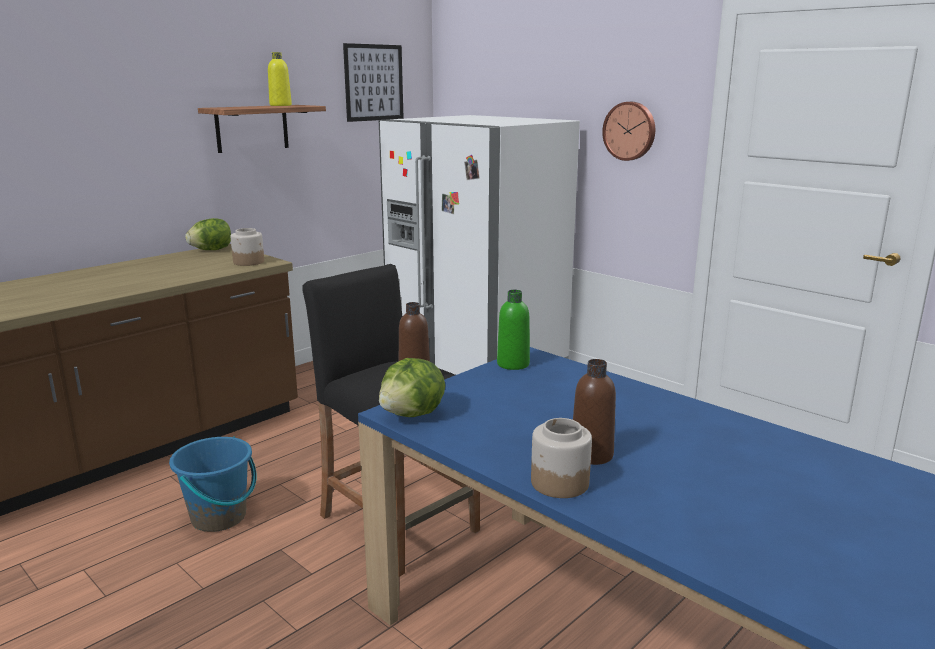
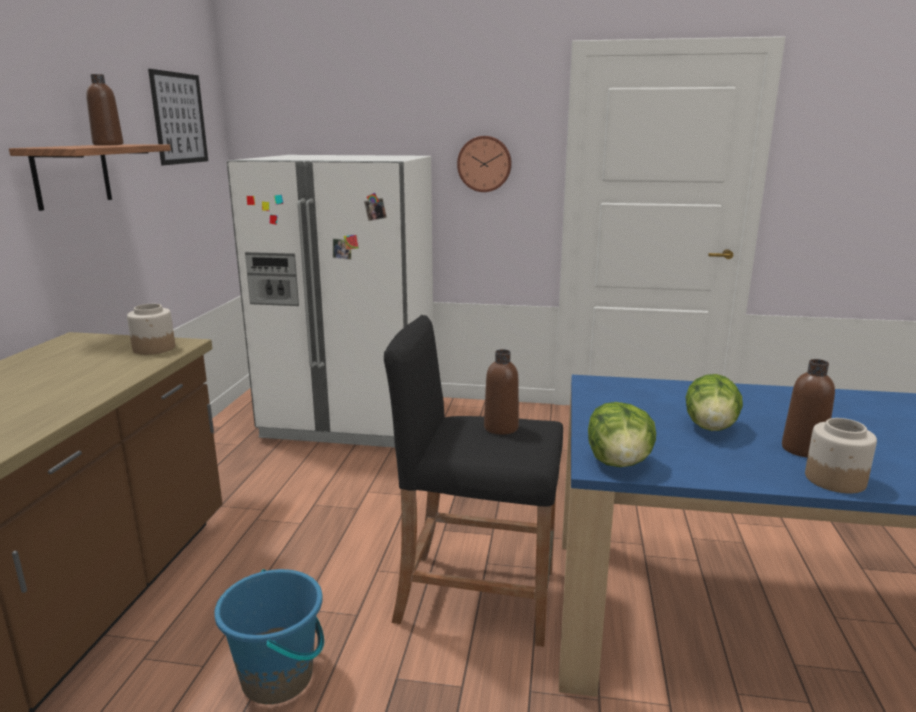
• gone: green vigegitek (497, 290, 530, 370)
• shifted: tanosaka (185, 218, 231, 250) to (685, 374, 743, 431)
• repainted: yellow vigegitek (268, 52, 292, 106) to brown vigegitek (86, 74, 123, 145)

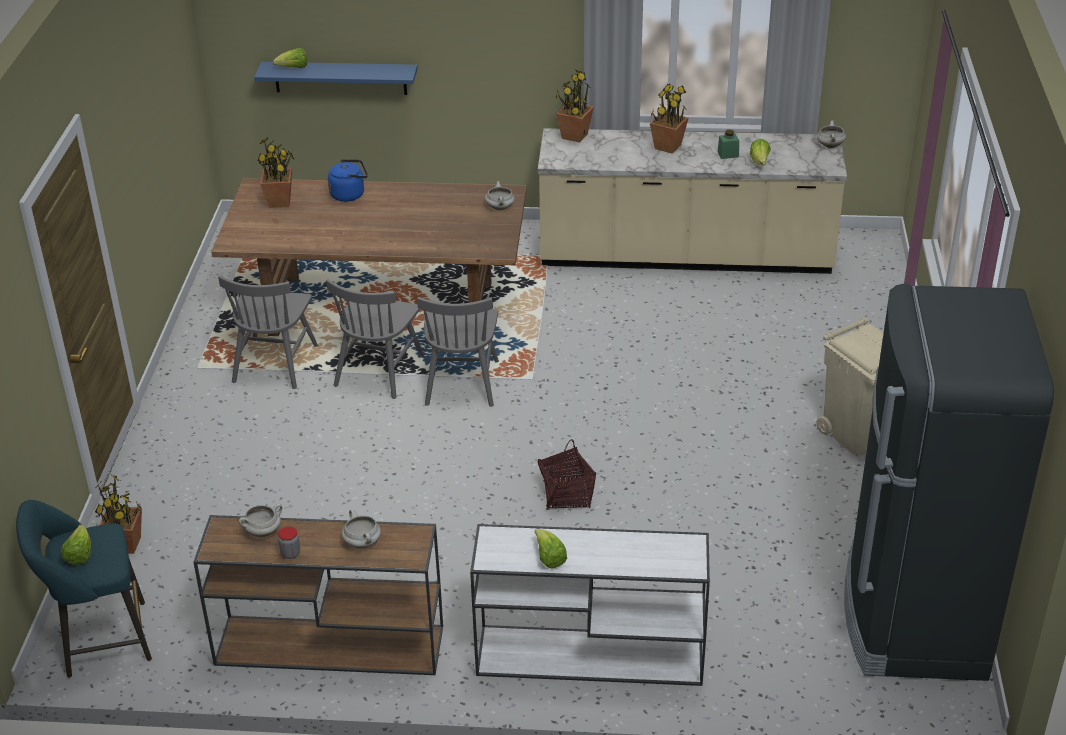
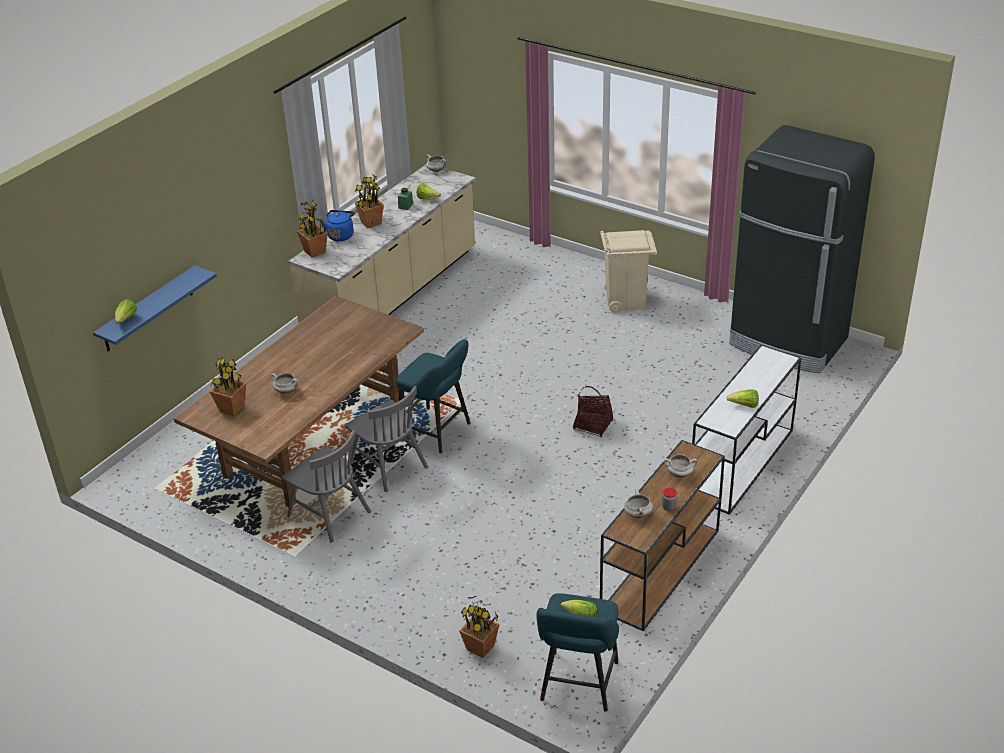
• shifted: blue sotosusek (328, 159, 368, 202) to (321, 210, 355, 241)
• shifted: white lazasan (485, 181, 515, 210) to (271, 373, 298, 394)
• swapped: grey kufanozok (417, 297, 499, 407) to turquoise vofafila (396, 339, 470, 454)

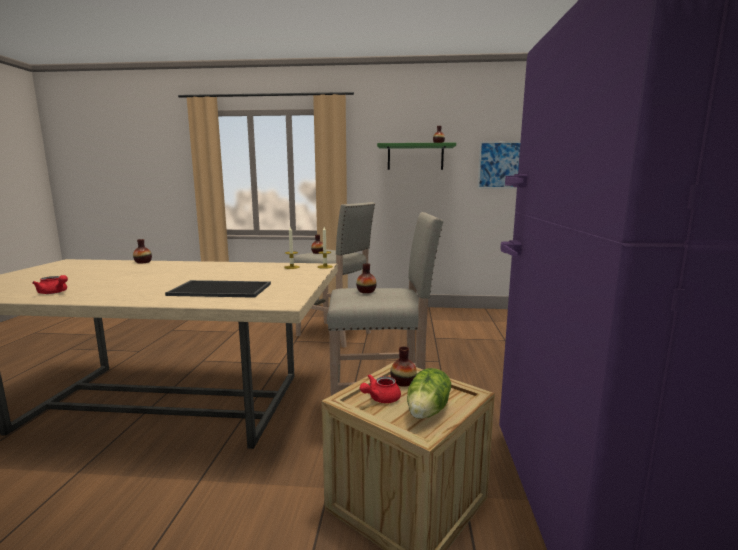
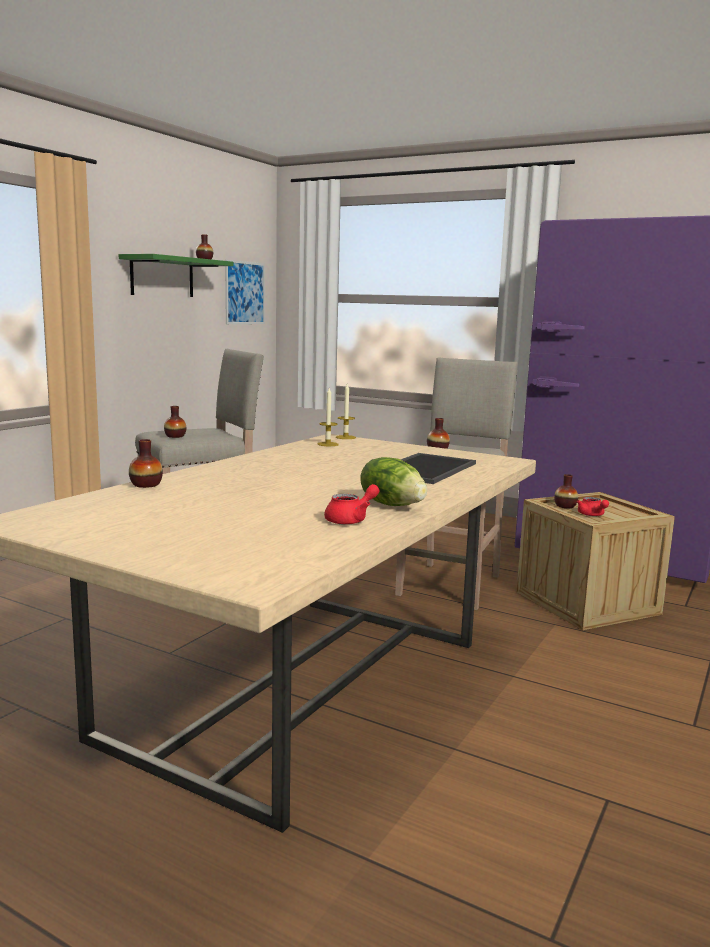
• shifted: tanosaka (407, 368, 451, 419) to (360, 457, 427, 506)

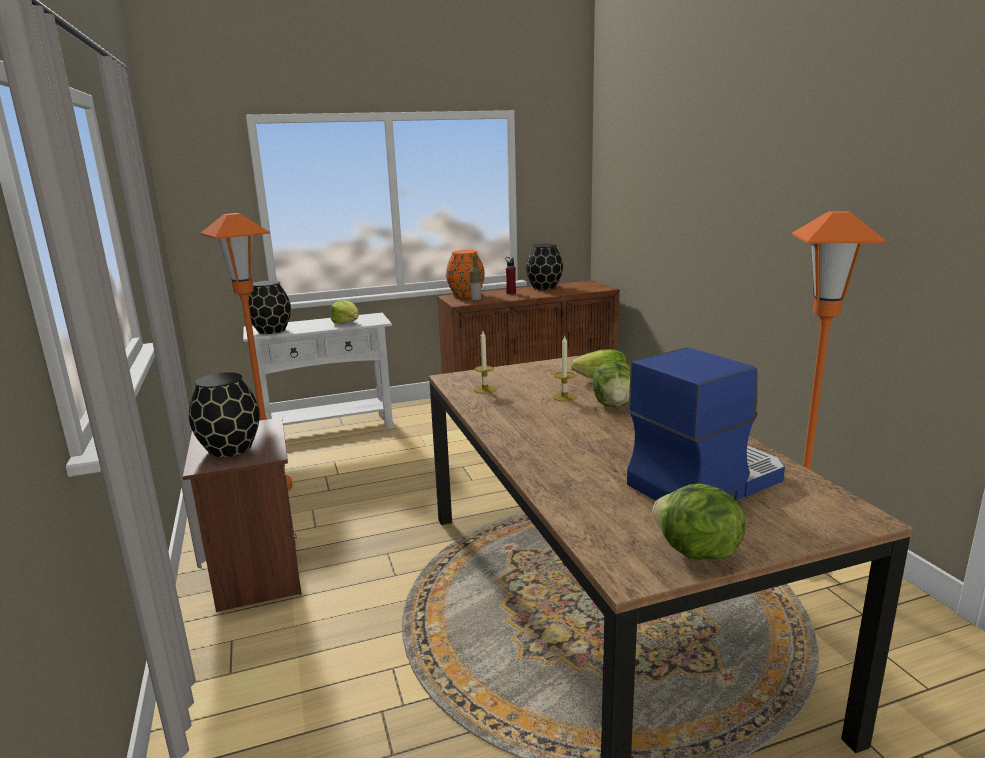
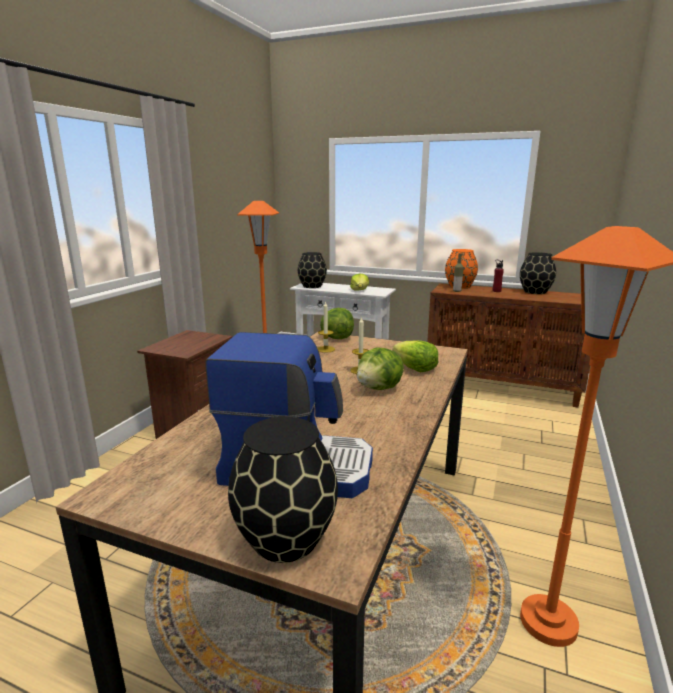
• shifted: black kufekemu (189, 372, 260, 457) to (228, 417, 338, 563)
• shifted: tanosaka (652, 484, 745, 560) to (320, 308, 354, 339)

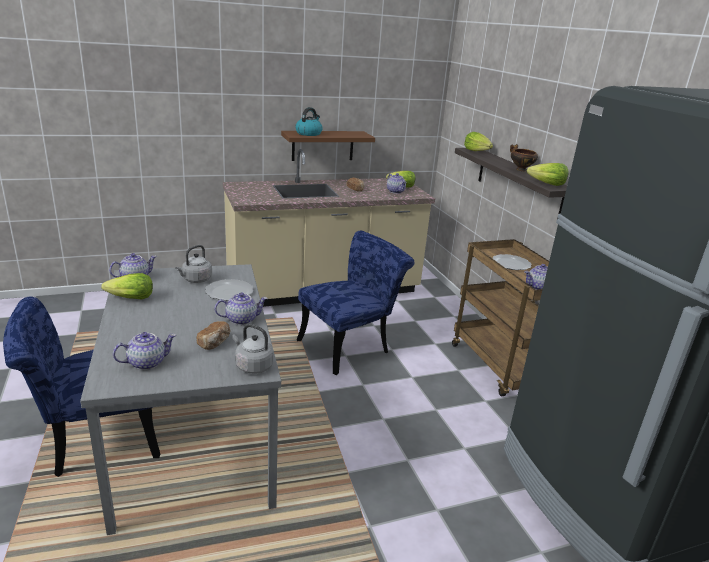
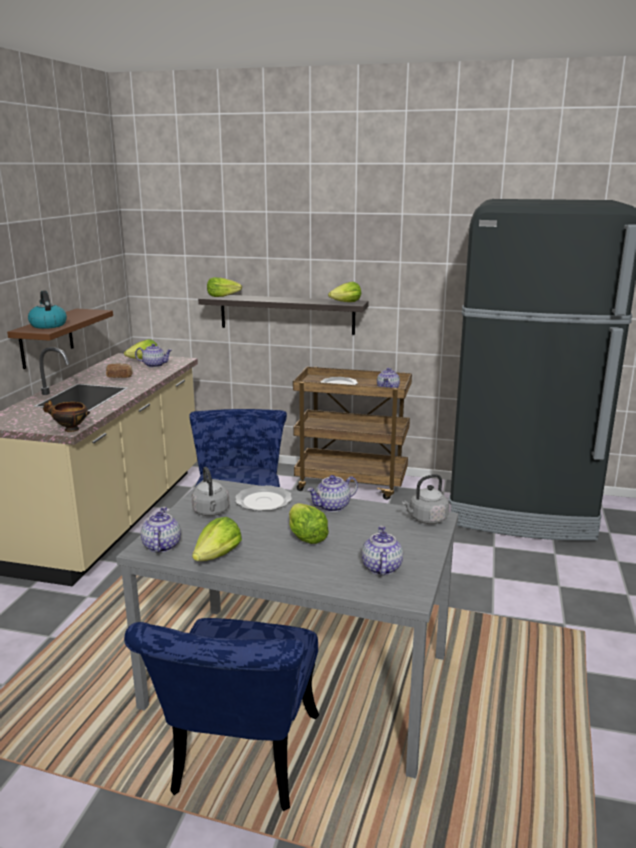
• gone: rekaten (196, 321, 230, 350)
• new: tanosaka (289, 503, 329, 544)
• shifted: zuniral (510, 144, 538, 171) to (43, 400, 90, 432)
• rotated: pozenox (215, 292, 268, 325) = (307, 475, 358, 512) 135 degrees counterclockwise

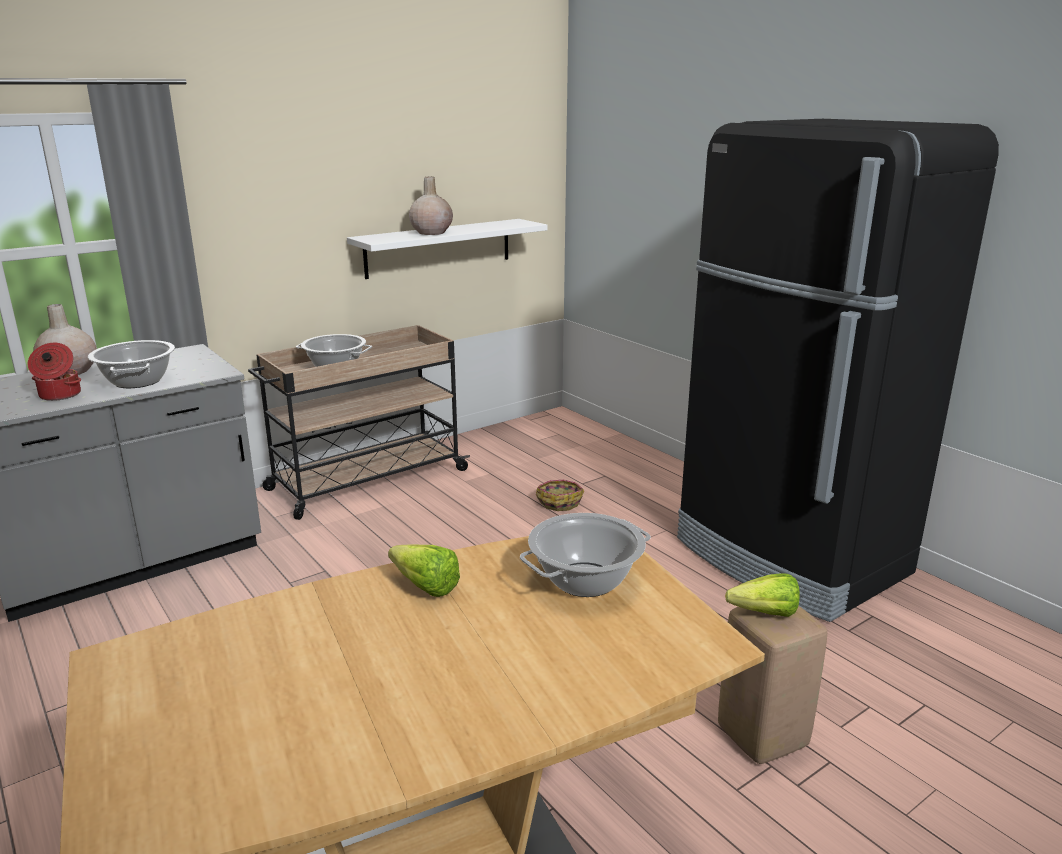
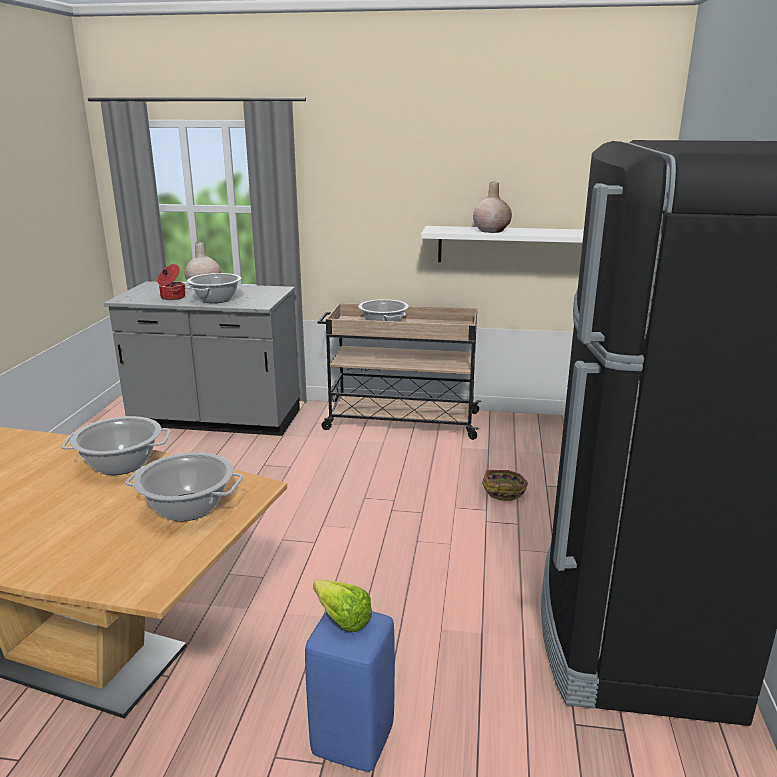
• swapped: tanosaka (388, 545, 460, 597) to lazasan (61, 416, 171, 475)
• repainted: beige vofafila (718, 606, 827, 764) to blue vofafila (305, 611, 395, 772)

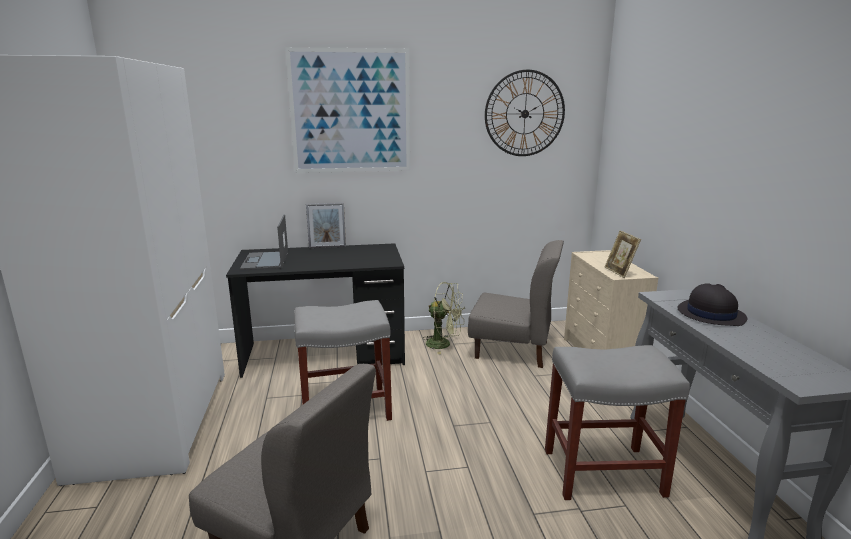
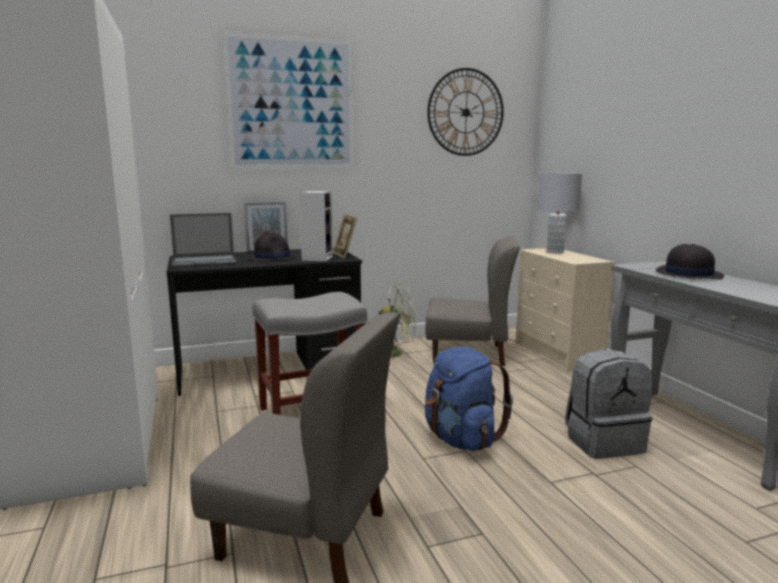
• new: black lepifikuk (247, 233, 297, 262)
• new: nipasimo (299, 191, 333, 261)
• new: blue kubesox (425, 346, 513, 451)
• new: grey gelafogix (537, 173, 582, 253)
• shifted: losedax (605, 230, 641, 278) to (333, 214, 357, 258)
• swapped: grey vofafila (545, 345, 690, 500) to grey kubesox (565, 349, 653, 459)
• rotated: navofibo (240, 215, 288, 270) = (170, 213, 236, 268) 90 degrees counterclockwise

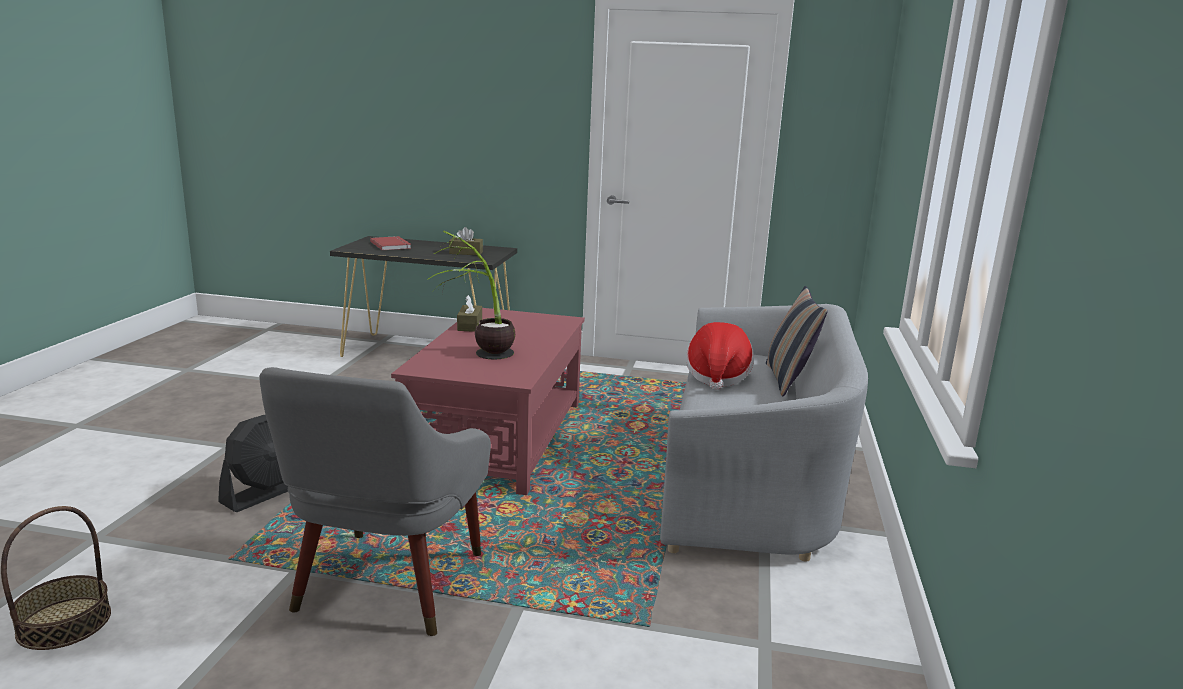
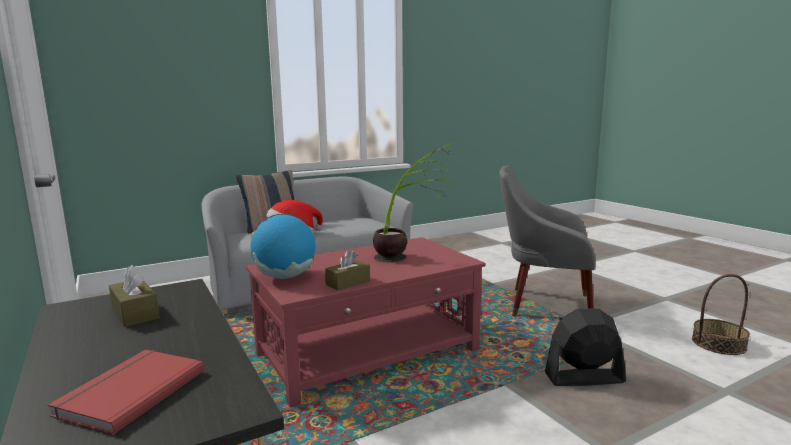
• new: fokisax (250, 214, 315, 279)
• rotated: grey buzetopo (259, 367, 491, 636) = (499, 166, 596, 317) 135 degrees counterclockwise

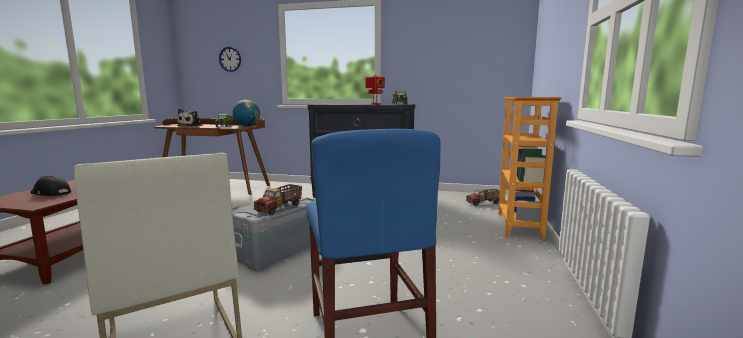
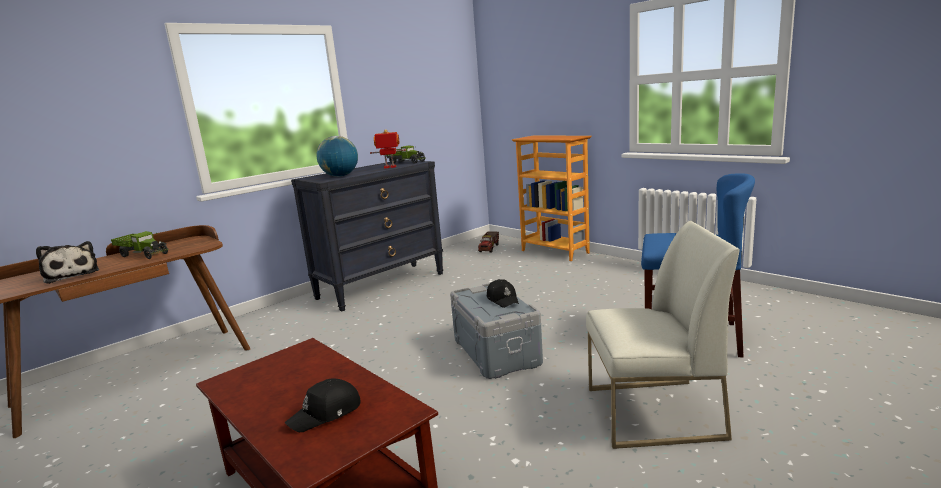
• gone: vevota (219, 47, 241, 72)
• shifted: fokisax (233, 100, 260, 126) to (316, 136, 358, 177)
• swapped: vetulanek (254, 184, 302, 215) to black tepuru (487, 279, 519, 308)

